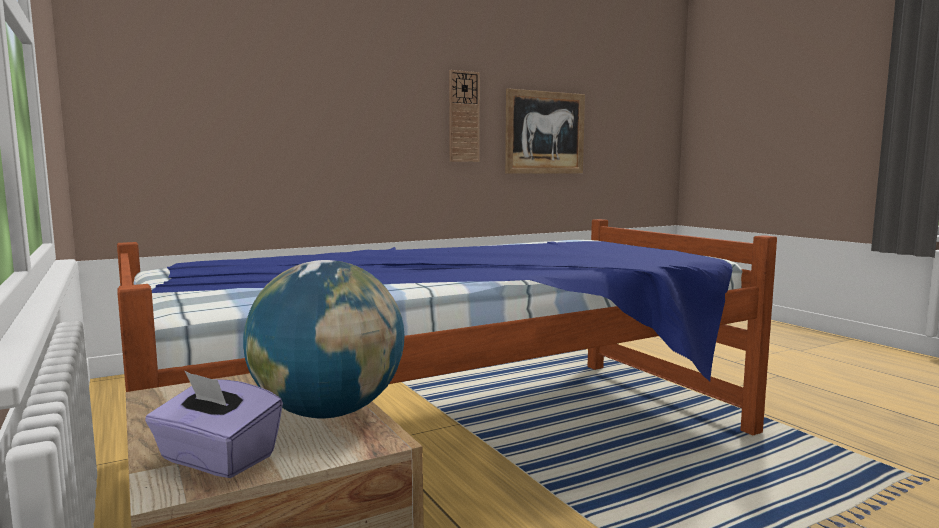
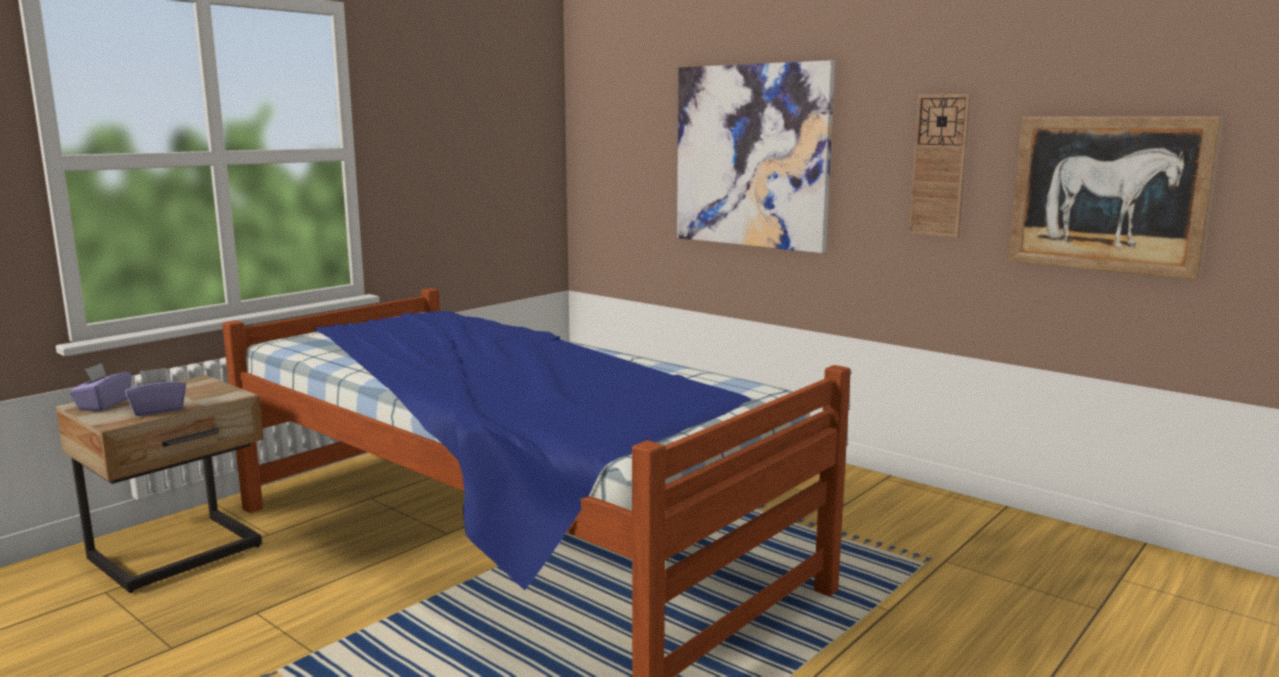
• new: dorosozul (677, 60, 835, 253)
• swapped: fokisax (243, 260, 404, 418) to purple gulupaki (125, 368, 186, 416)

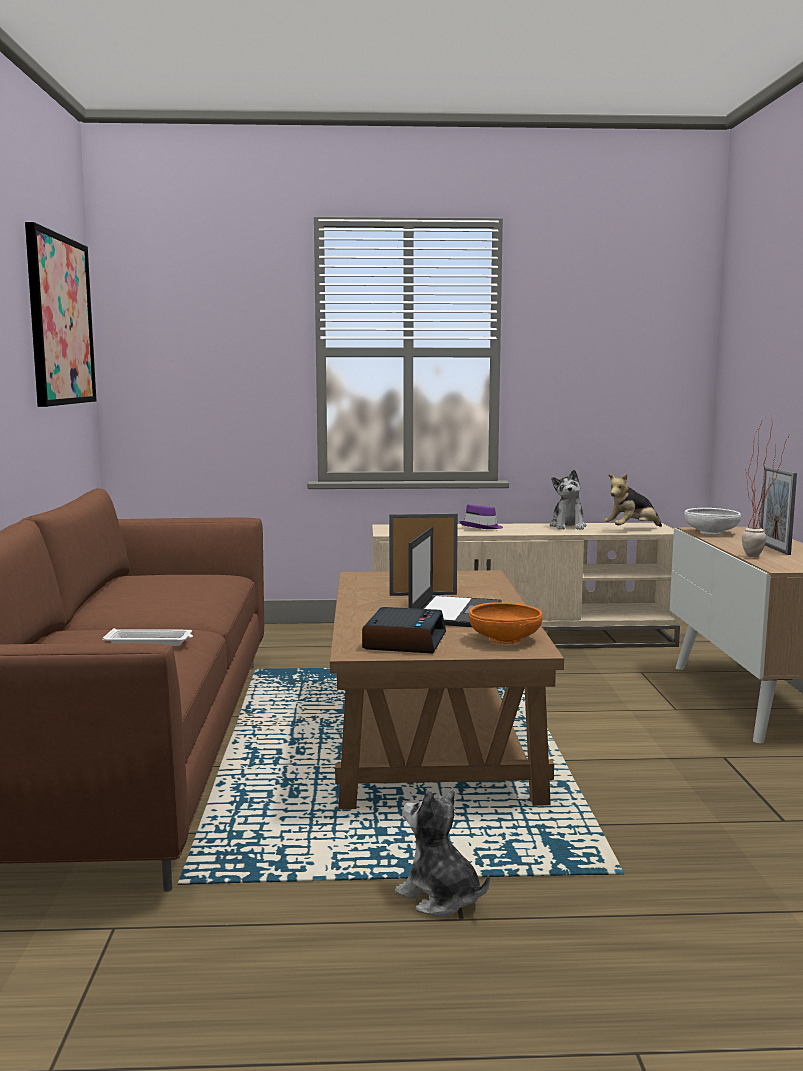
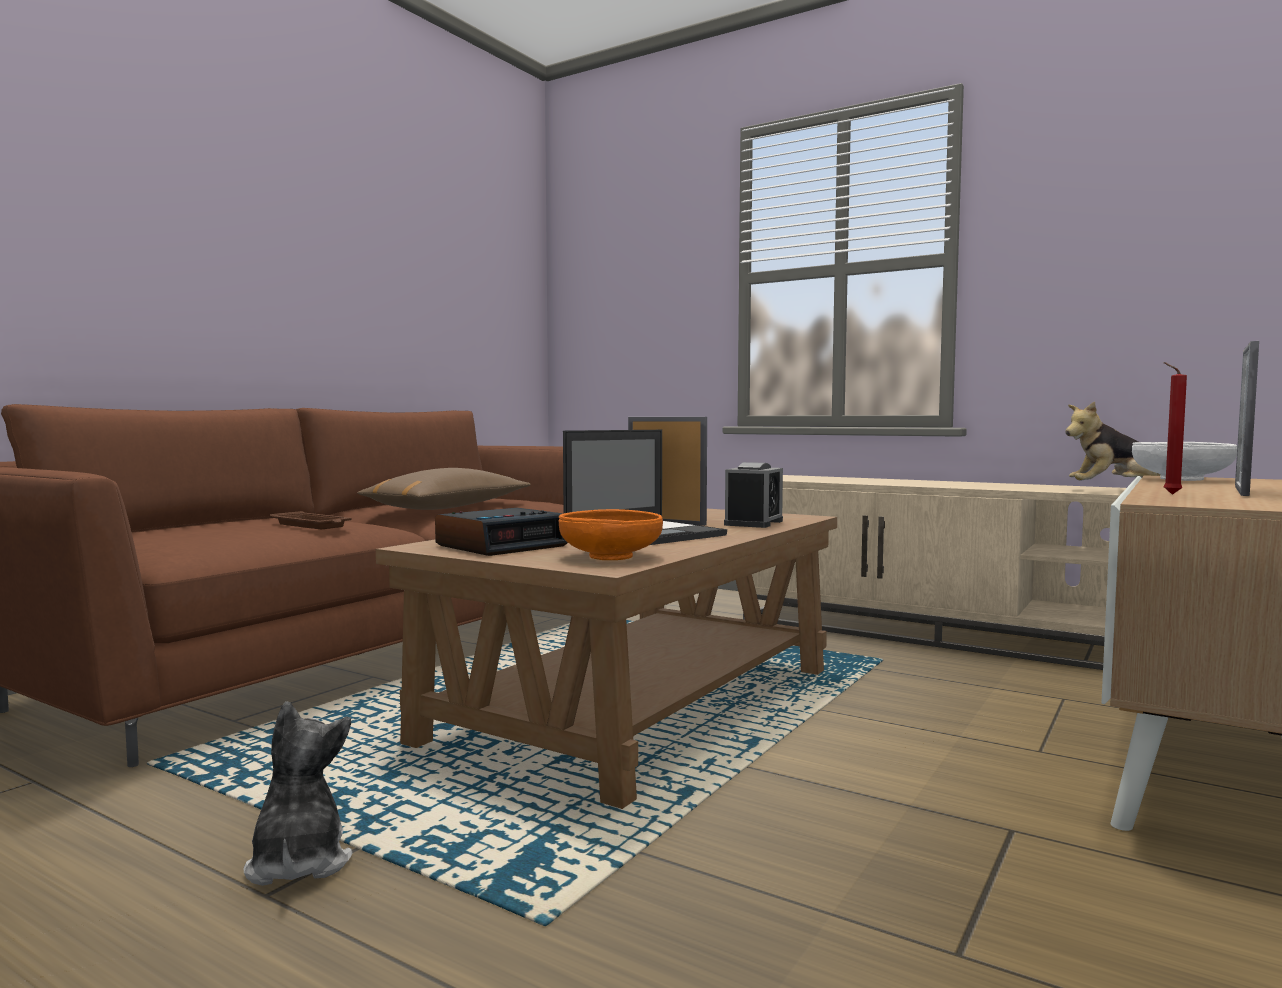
• gone: dorosozul (25, 222, 97, 407)
• gone: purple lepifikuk (460, 504, 503, 529)
• gone: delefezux (550, 470, 586, 530)
• new: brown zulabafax (357, 468, 531, 510)
• new: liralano (724, 462, 783, 528)
• swapped: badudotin (742, 418, 788, 557) to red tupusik (1163, 362, 1187, 495)
• repainted: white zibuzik (102, 628, 193, 646) to brown zibuzik (270, 511, 352, 529)

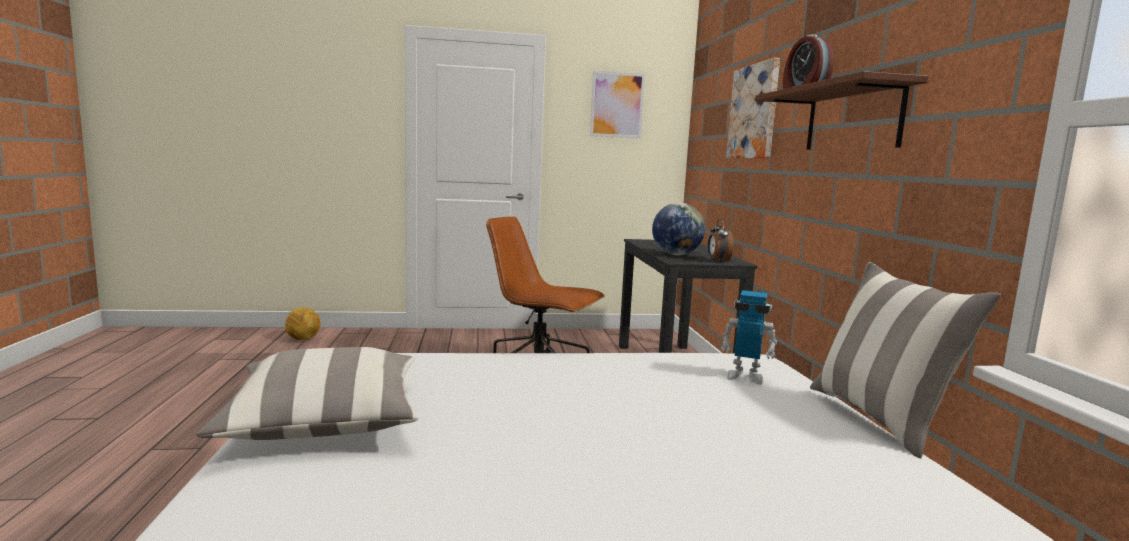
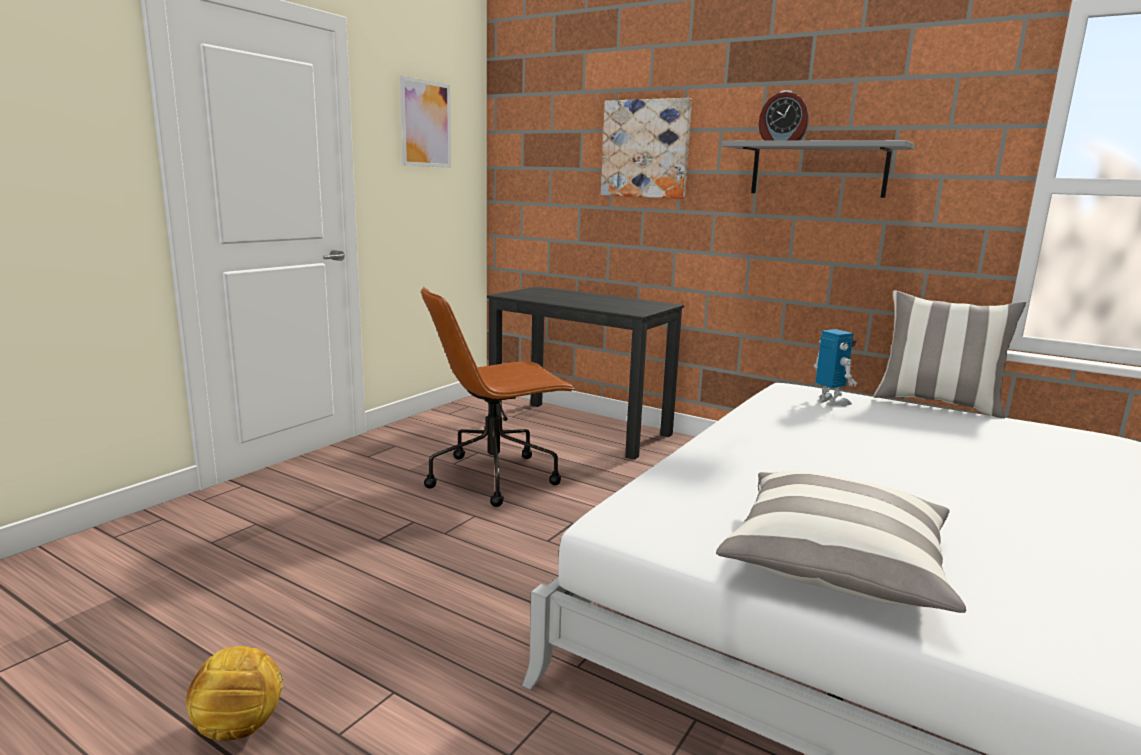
• gone: fokisax (652, 203, 705, 255)
• gone: liralano (708, 219, 734, 262)
• shifted: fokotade (285, 308, 321, 340) to (186, 646, 283, 741)
• repainted: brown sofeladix (755, 71, 928, 150) to grey sofeladix (722, 140, 914, 198)
• rotated: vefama (721, 290, 777, 385) = (814, 329, 857, 405) 90 degrees counterclockwise

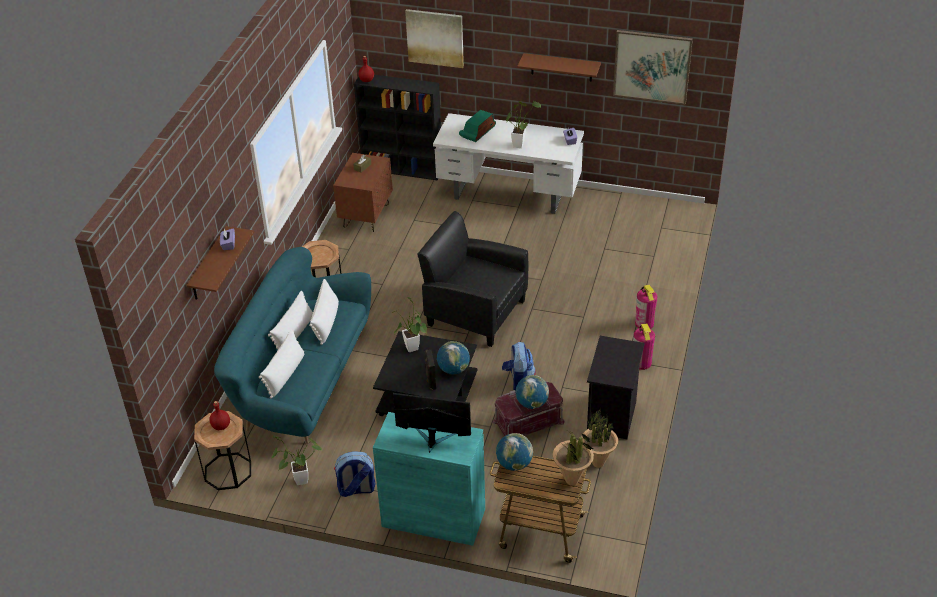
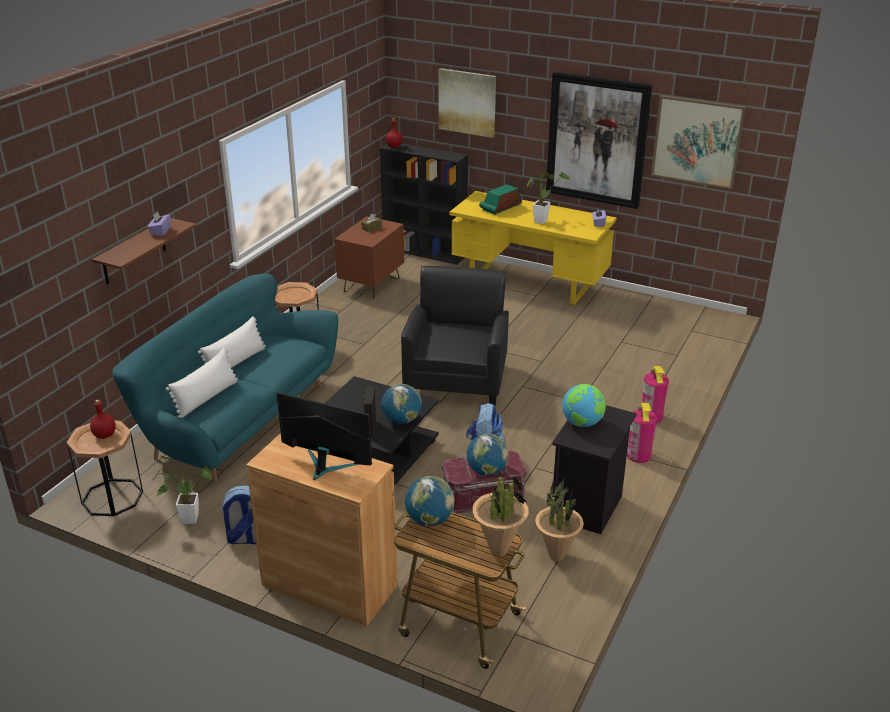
• gone: white zulabafax (309, 279, 339, 345)
• gone: badudotin (392, 297, 427, 352)
• new: fokisax (562, 384, 606, 427)
• swapped: brown sofeladix (517, 53, 601, 82) to dorosozul (546, 72, 652, 209)
• repainted: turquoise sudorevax (373, 412, 485, 546) to brown sudorevax (246, 433, 398, 626)
• repainted: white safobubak (433, 113, 584, 214) to yellow safobubak (450, 191, 617, 305)
• rotated: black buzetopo (417, 211, 528, 347) = (401, 266, 509, 407) 60 degrees clockwise

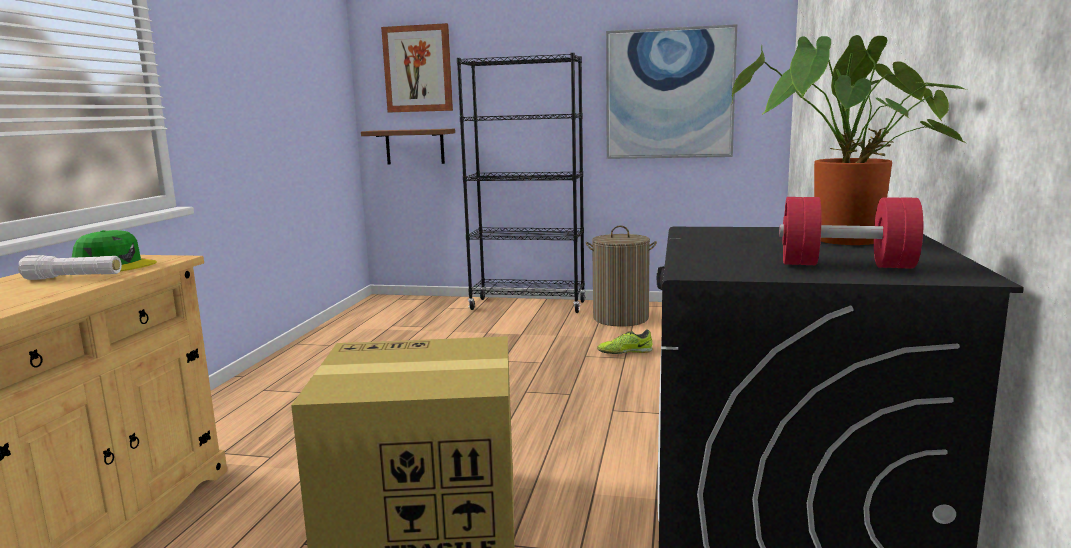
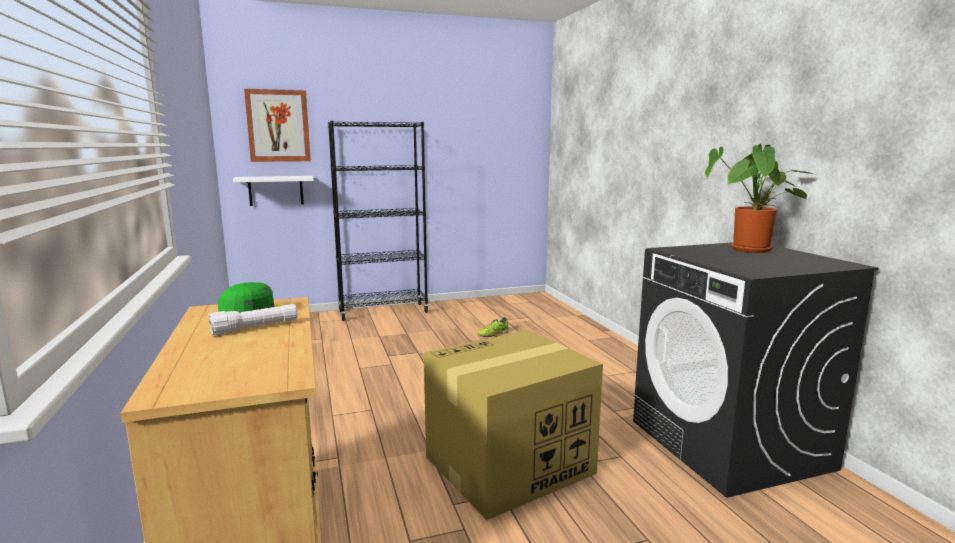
• gone: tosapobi (586, 225, 657, 327)
• gone: dorosozul (606, 24, 737, 159)
• gone: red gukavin (779, 197, 923, 269)
• repainted: brown sofeladix (361, 129, 455, 165) to white sofeladix (233, 176, 314, 206)

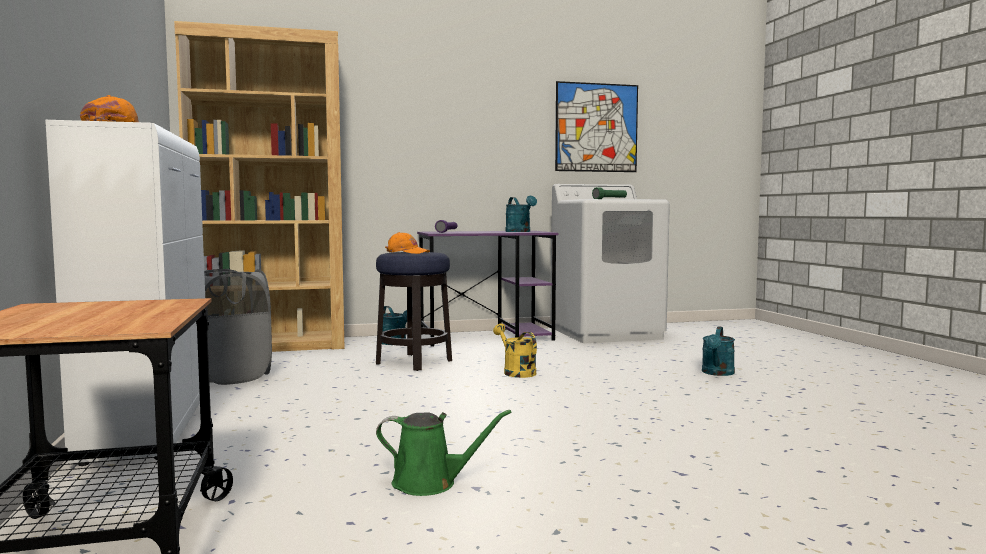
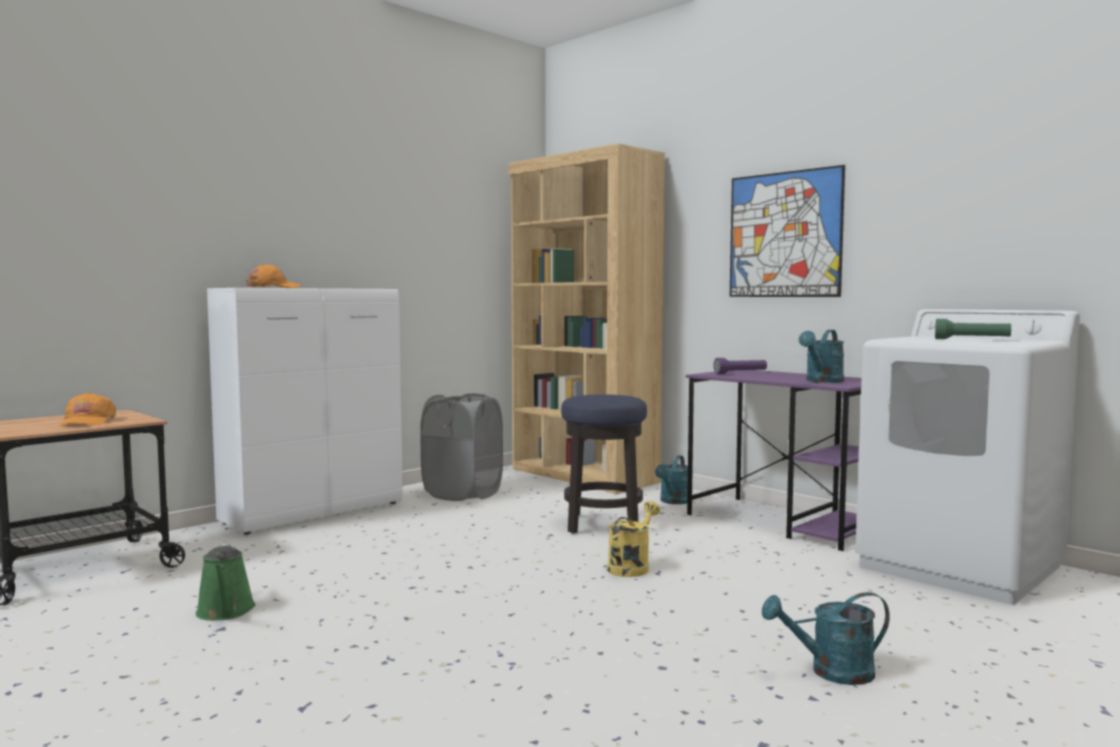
• shifted: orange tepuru (385, 232, 430, 254) to (59, 392, 116, 426)
• shifted: dorosozul (555, 81, 638, 172) to (730, 165, 845, 297)

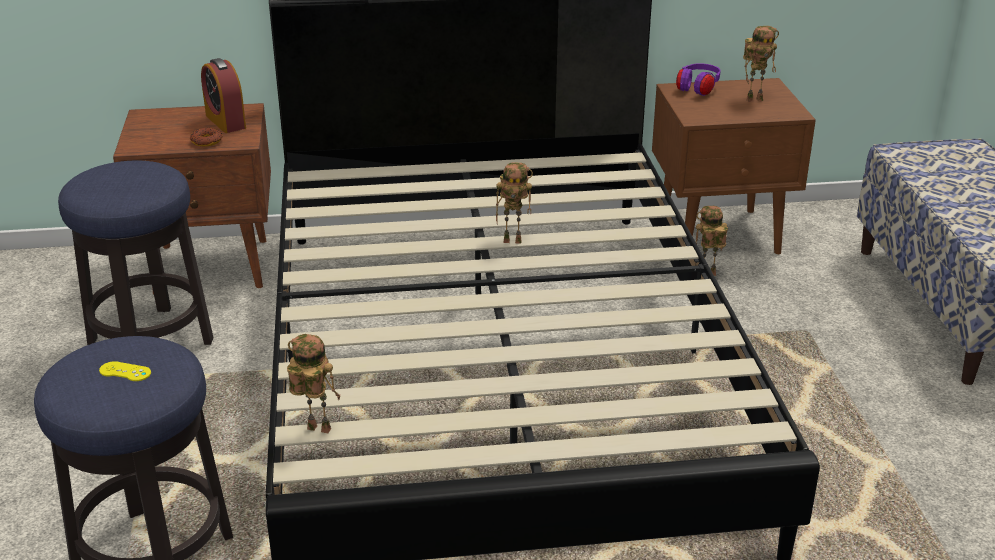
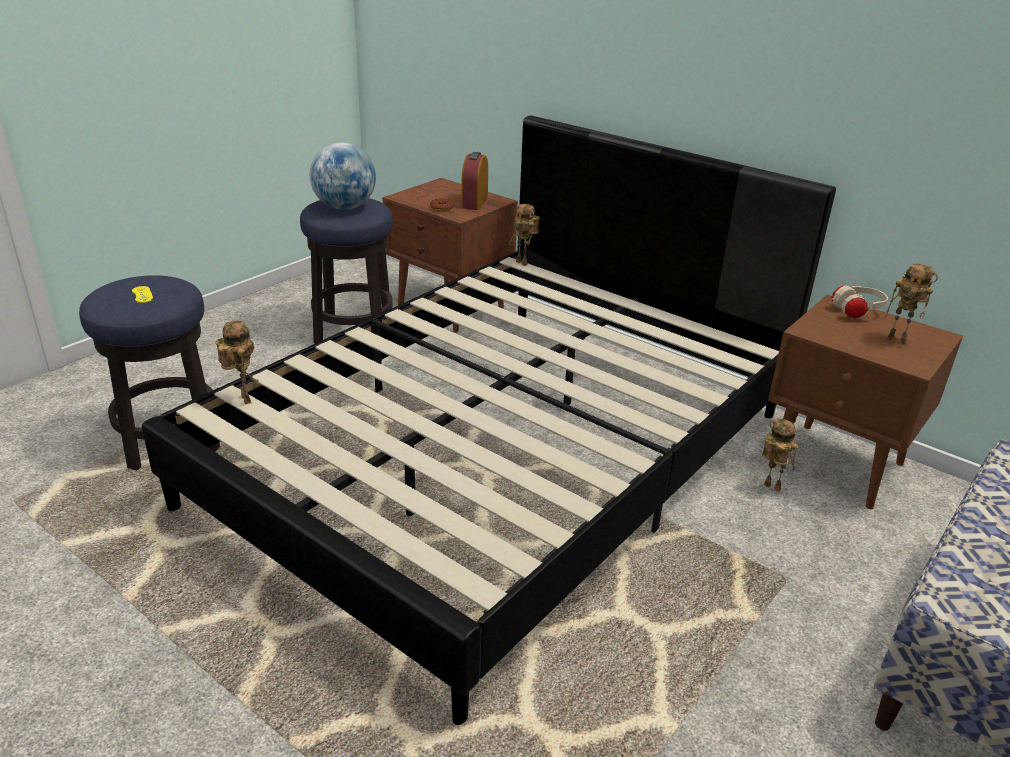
• new: fokisax (310, 143, 376, 210)
• shifted: vefama (496, 162, 533, 244) to (509, 204, 540, 266)
• repainted: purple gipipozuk (676, 63, 721, 96) to beige gipipozuk (832, 285, 888, 319)

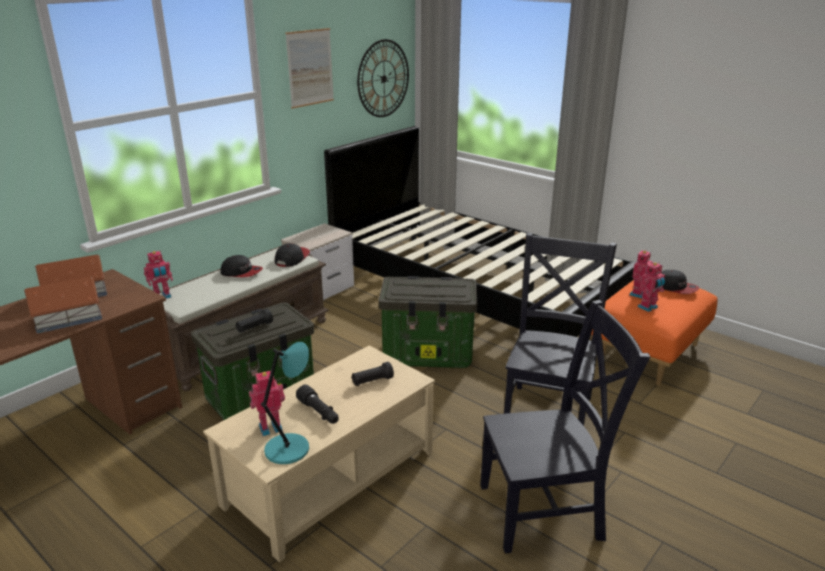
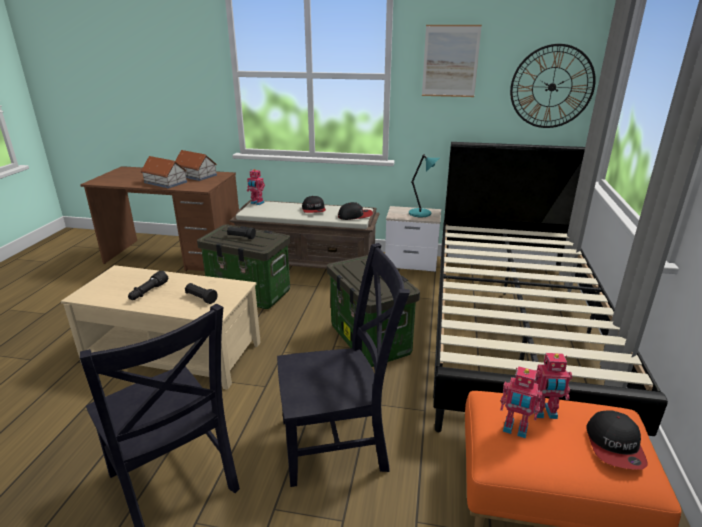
• gone: vefama (249, 371, 285, 436)
• shifted: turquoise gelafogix (261, 342, 309, 464) to (409, 154, 439, 217)

